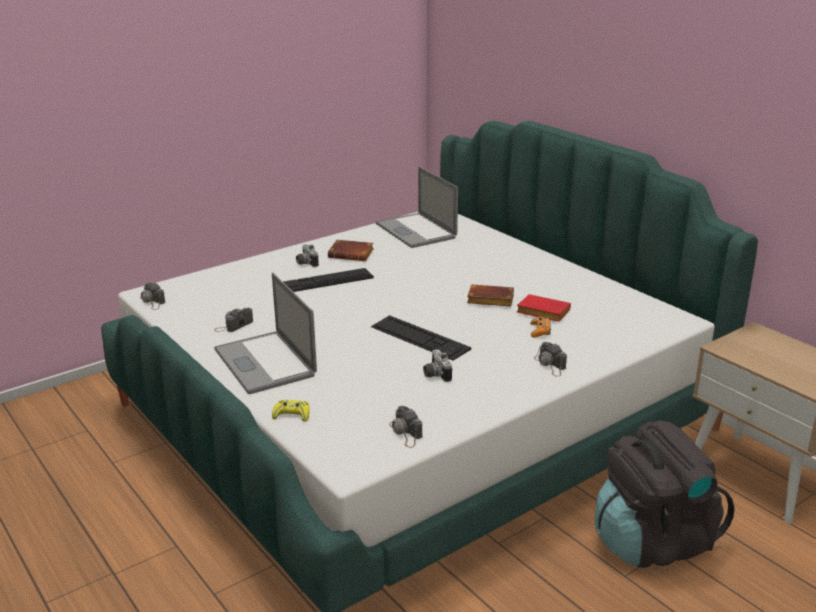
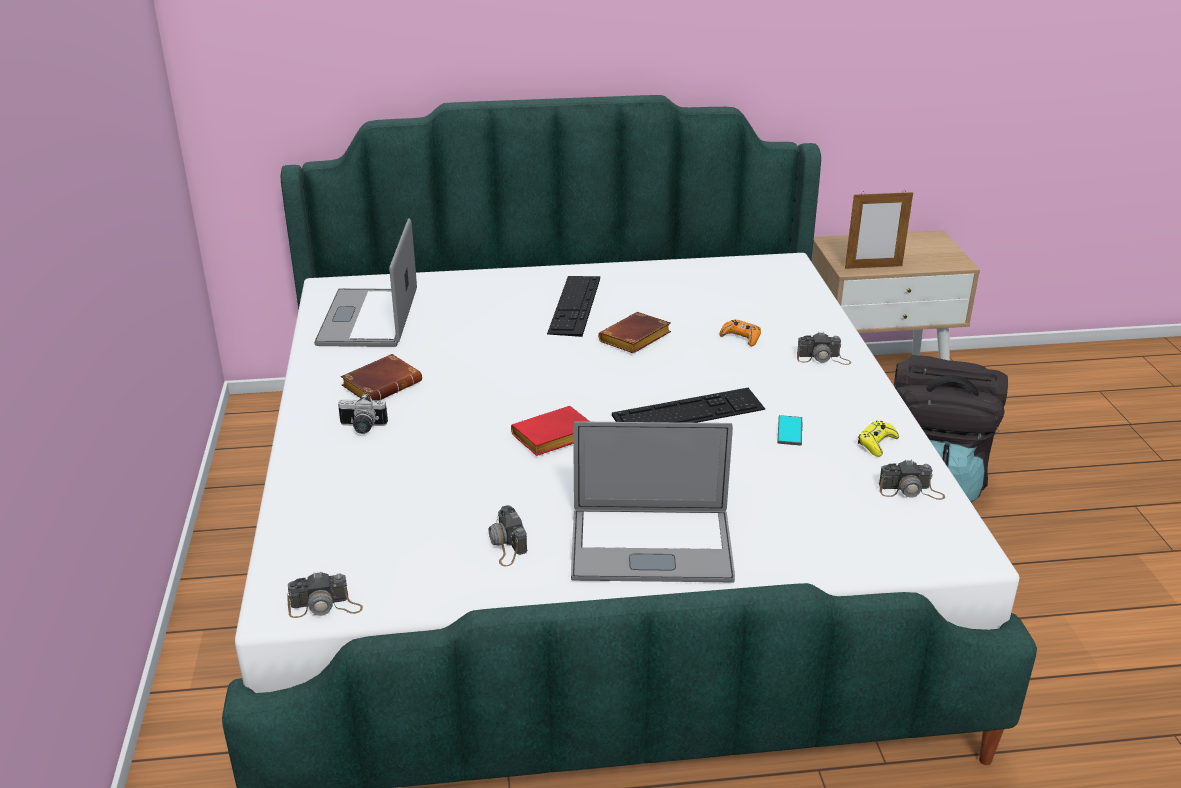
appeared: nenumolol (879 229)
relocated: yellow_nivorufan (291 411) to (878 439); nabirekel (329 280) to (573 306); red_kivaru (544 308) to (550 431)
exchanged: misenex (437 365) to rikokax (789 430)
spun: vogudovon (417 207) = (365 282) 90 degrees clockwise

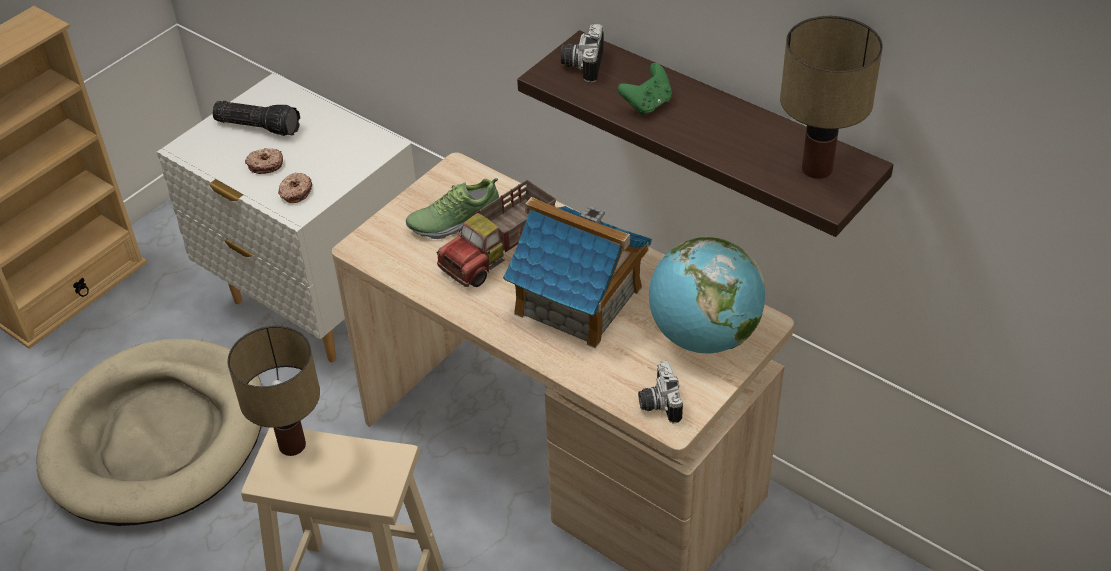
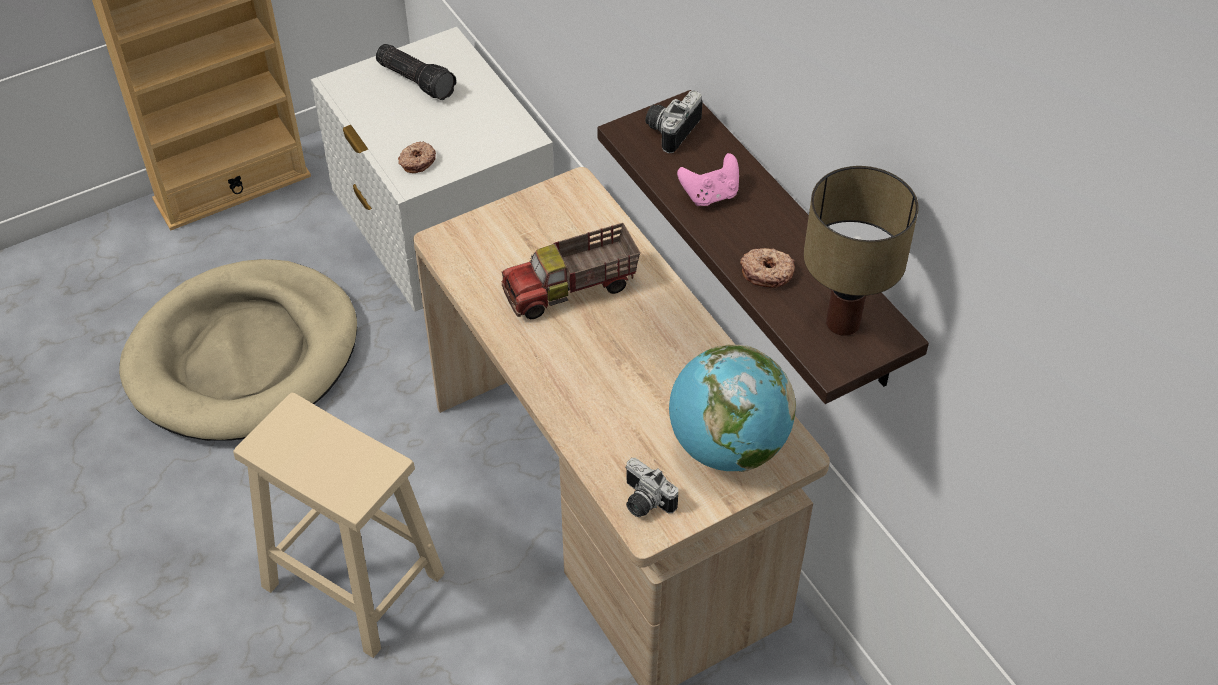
missing: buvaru (273 391); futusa (452 208); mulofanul (577 272)
relocated: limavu (264 161) to (767 268)
colour: green_nivorufan (644 89) to pink_nivorufan (708 179)
spun: misenex (660 392) = (651 487) 60 degrees counterclockwise

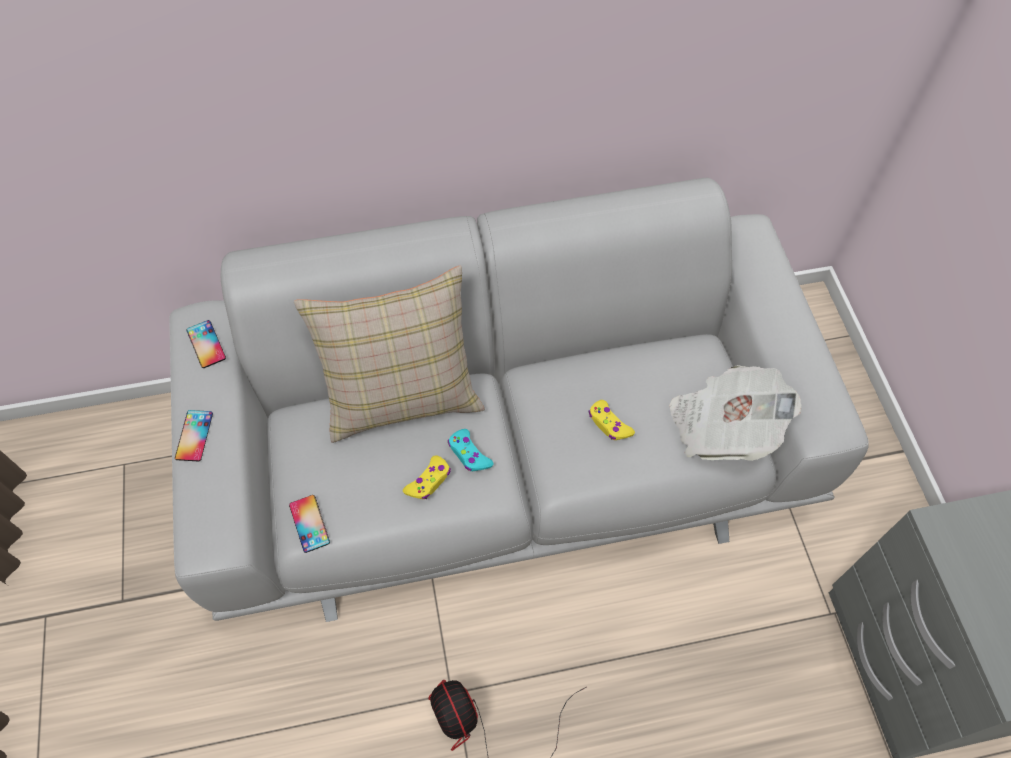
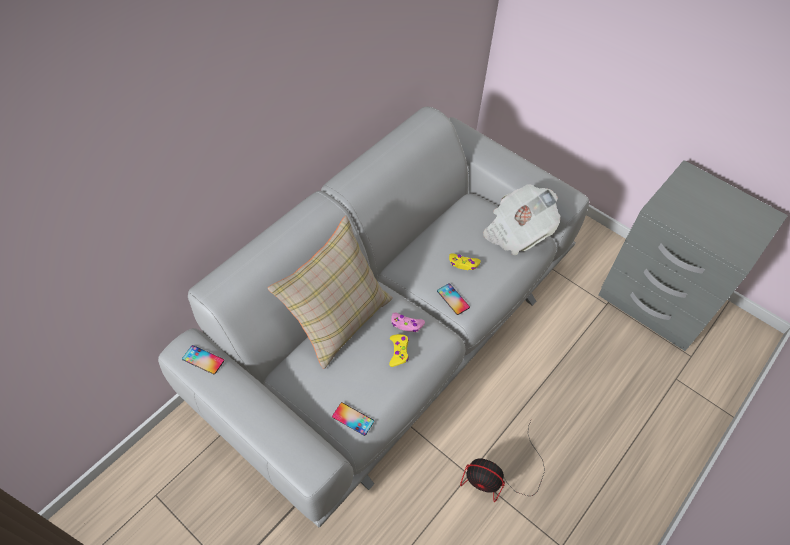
relocated: rikokax (194 435) to (453 299)
colour: turquoise_nivorufan (470 450) to pink_nivorufan (408 322)

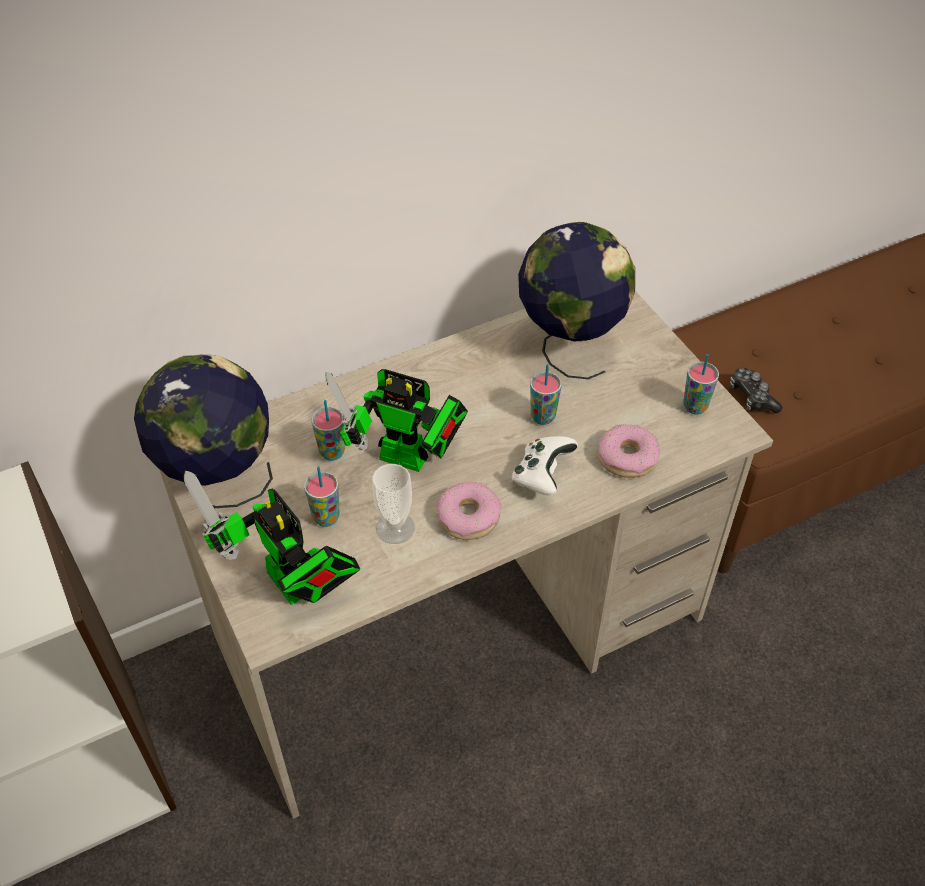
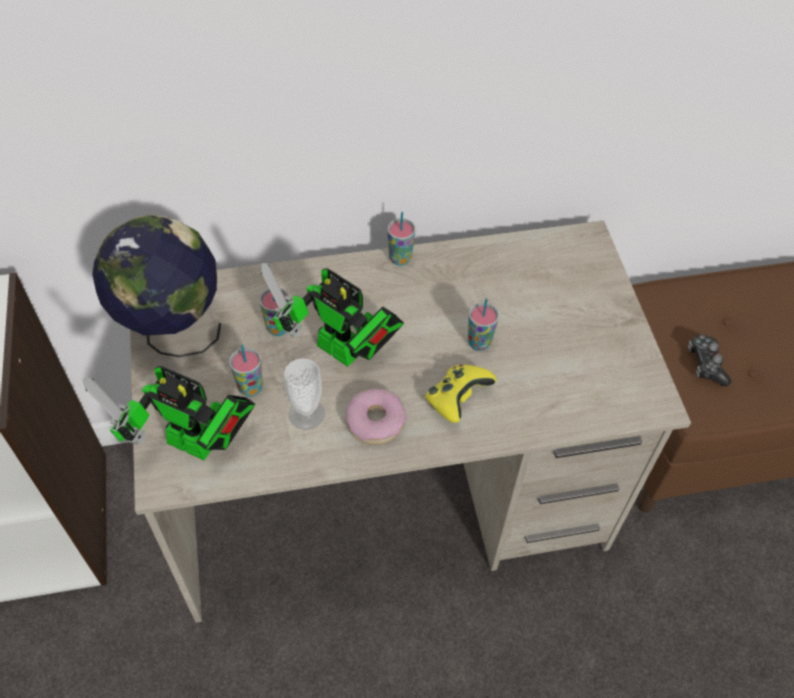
missing: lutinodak (576 300); limavu (628 451)
relocated: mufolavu (701 384) to (401 239)
colour: white_nivorufan (545 465) to yellow_nivorufan (461 393)
spun: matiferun (272 538) = (169 413) 45 degrees counterclockwise

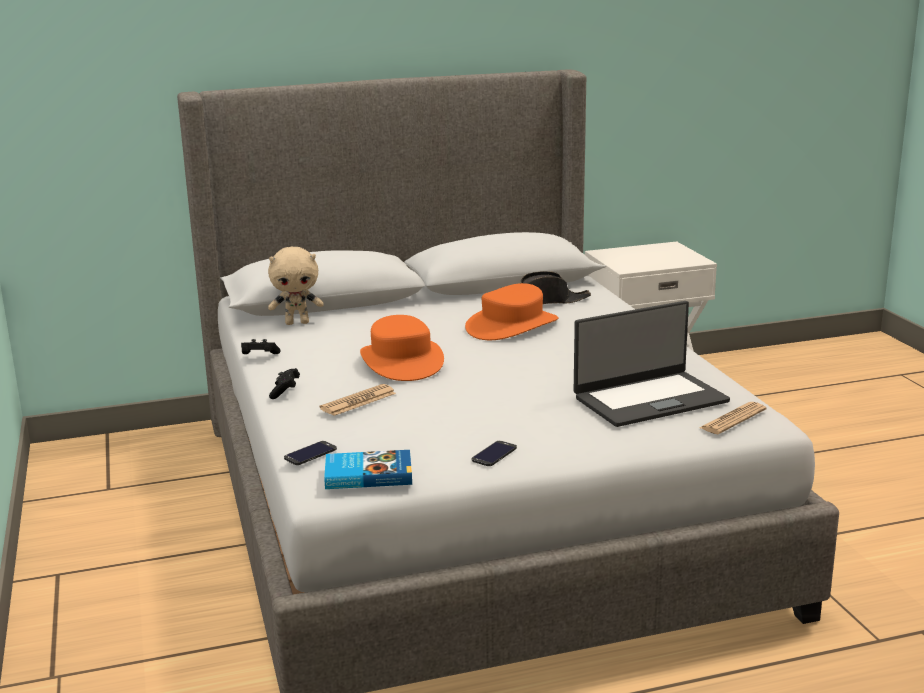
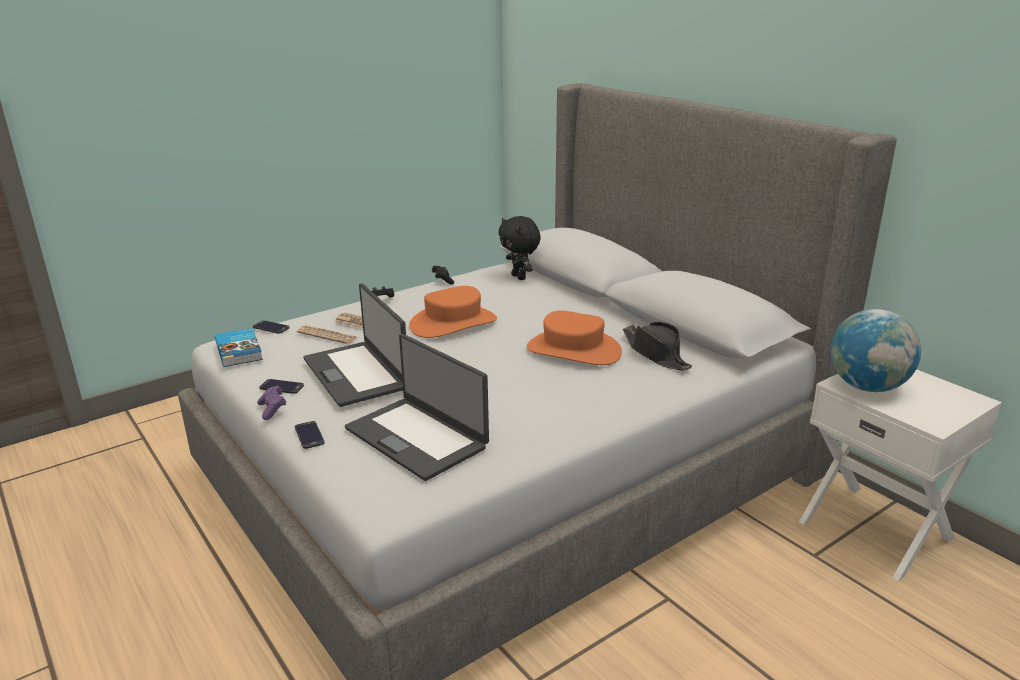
appeared: purple_nivorufan (271 402); rikokax (310 435); vogudovon (354 345); lutinodak (875 350)
relocated: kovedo (732 418) to (327 334)
colour: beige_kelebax (296 286) to black_kelebax (519 248)

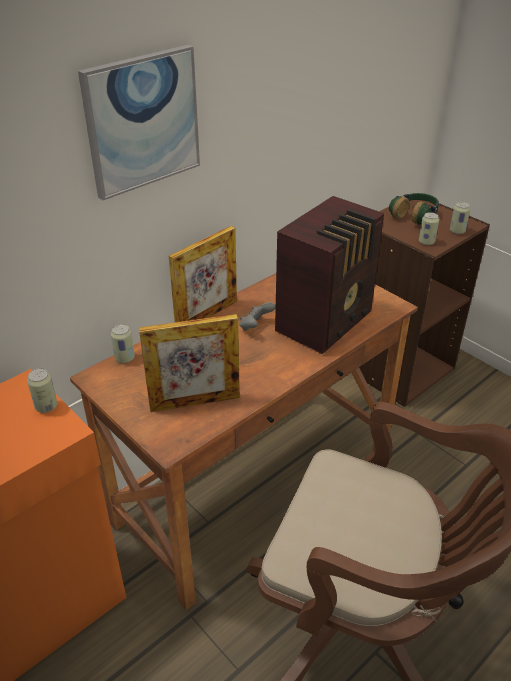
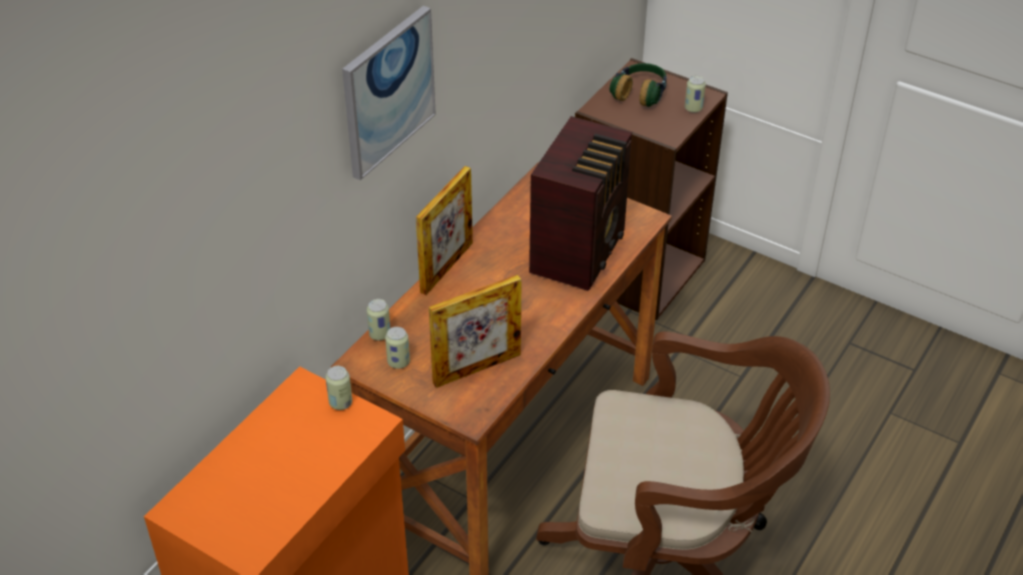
missing: grey_nivorufan (257 316)
relocated: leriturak (429 228) to (397 348)

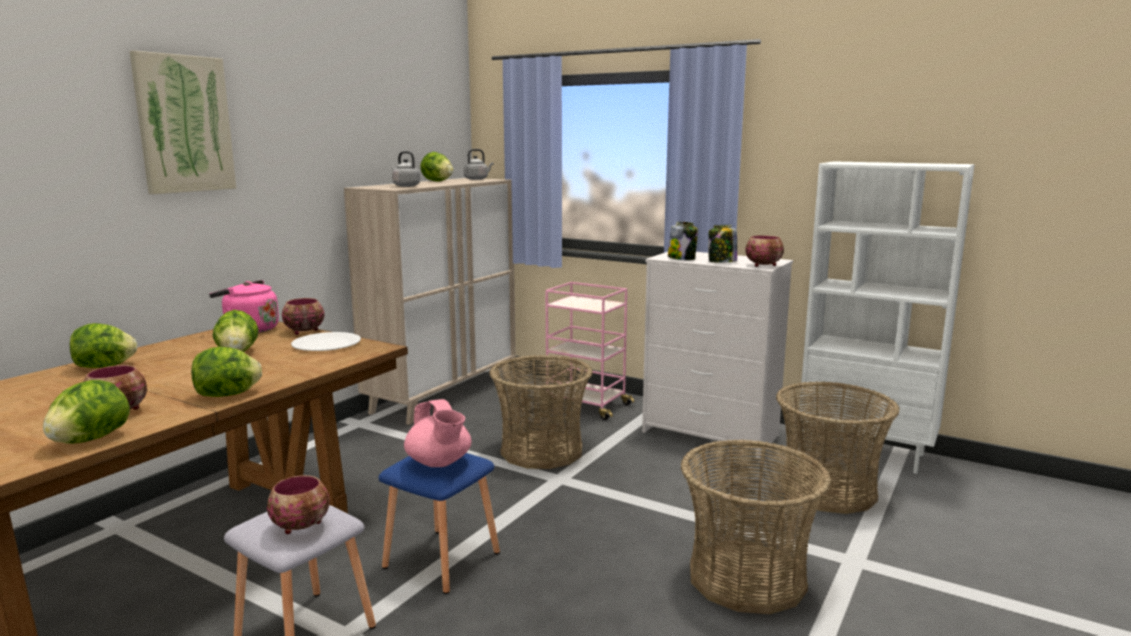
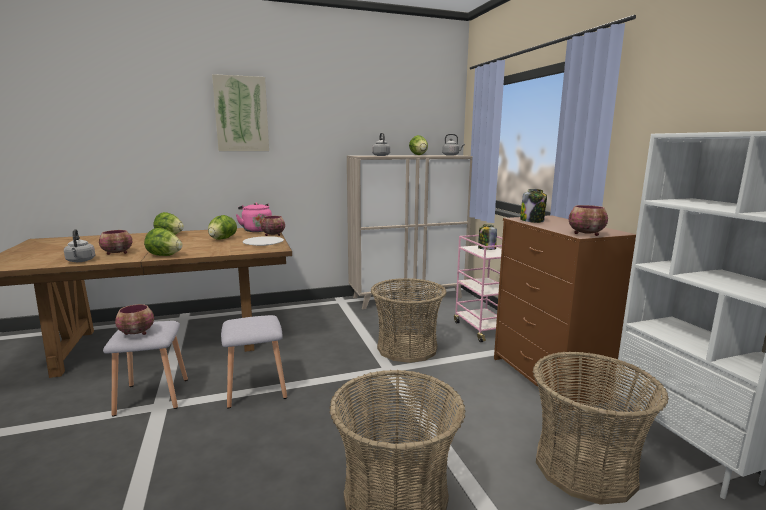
missing: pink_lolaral (437 433)
relocated: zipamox (722 244) to (487 237)
exchanged: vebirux (86 412) to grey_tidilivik (79 245)
colour: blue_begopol (439 523) to grey_begopol (254 362); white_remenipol (717 355) to brown_remenipol (565 313)

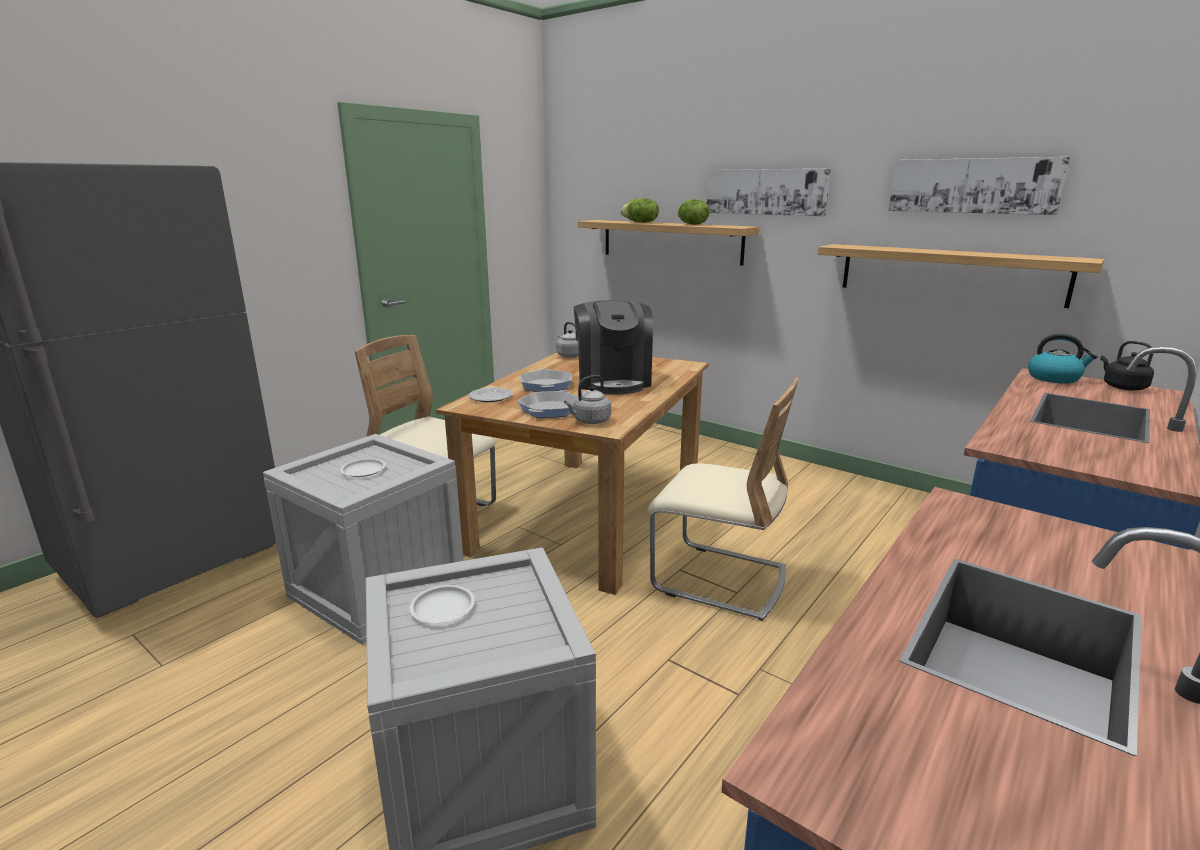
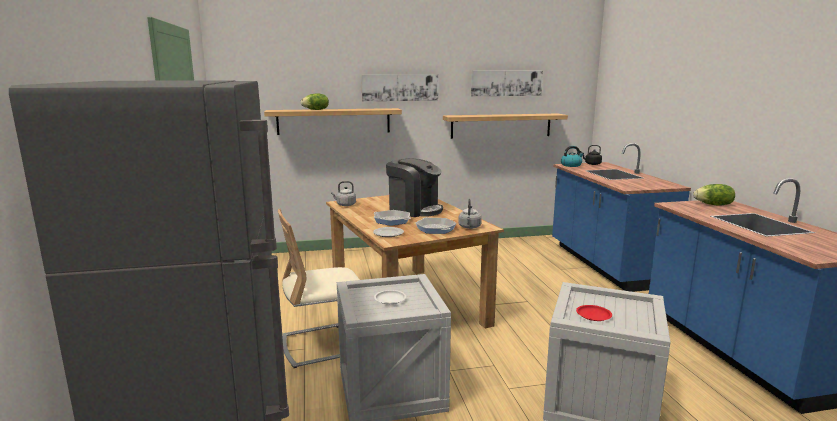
missing: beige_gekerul (723 499)
relocated: vebirux (693 212) to (714 195)
colour: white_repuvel (442 604) to red_repuvel (594 313)

